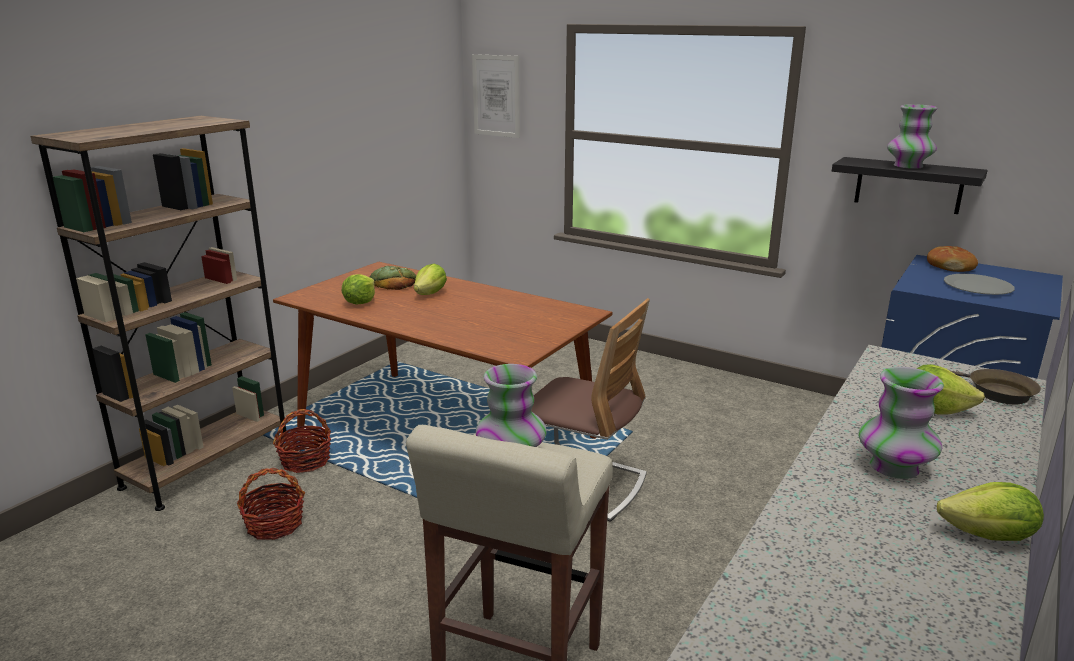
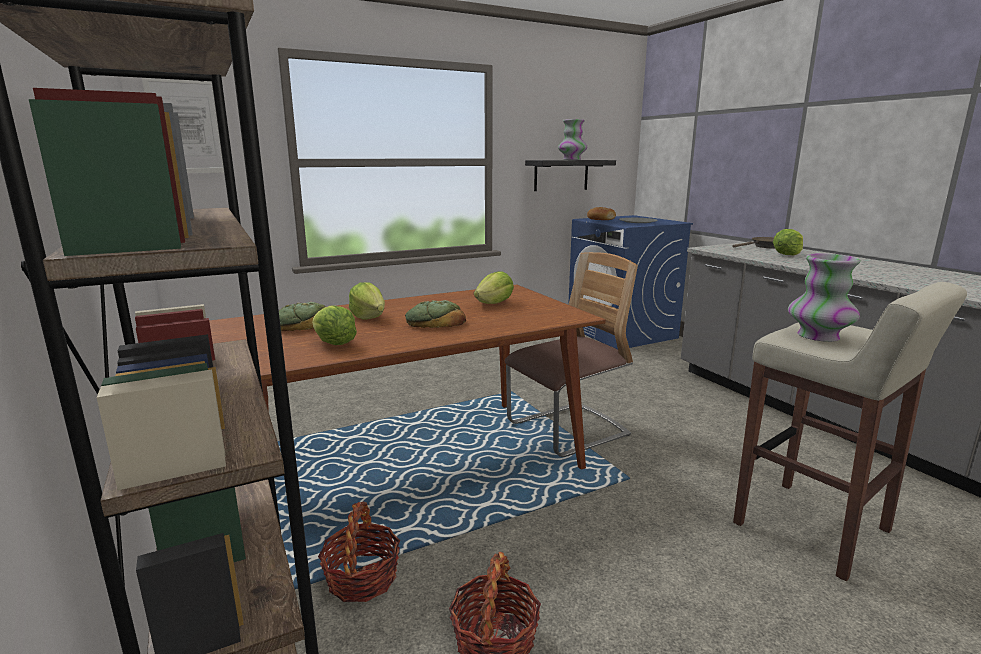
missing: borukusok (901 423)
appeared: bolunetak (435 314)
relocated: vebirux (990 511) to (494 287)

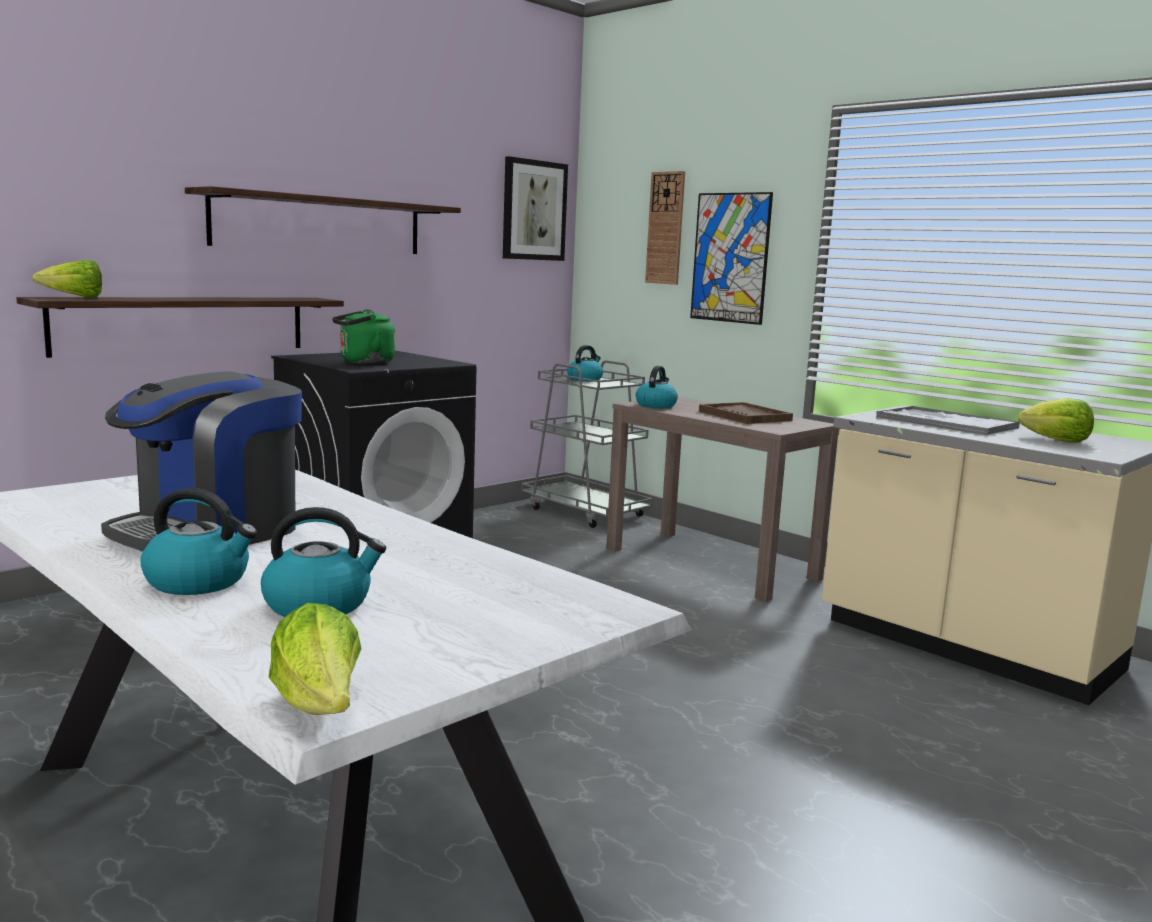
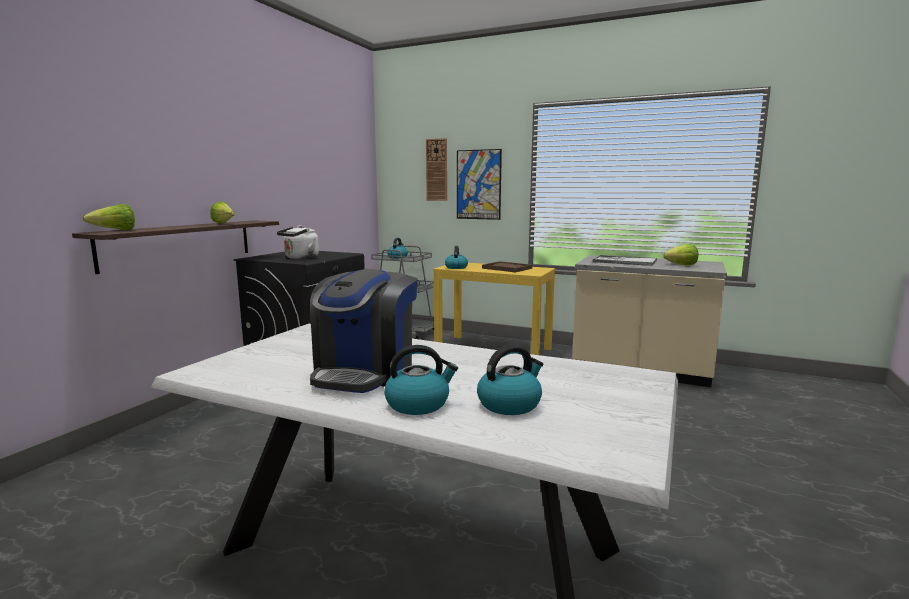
missing: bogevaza (323 220); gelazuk (535 208)
relocated: vebirux (315 659) to (222 212)
colour: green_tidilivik (363 336) to white_tidilivik (298 242); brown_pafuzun (723 499) to yellow_pafuzun (494 309)

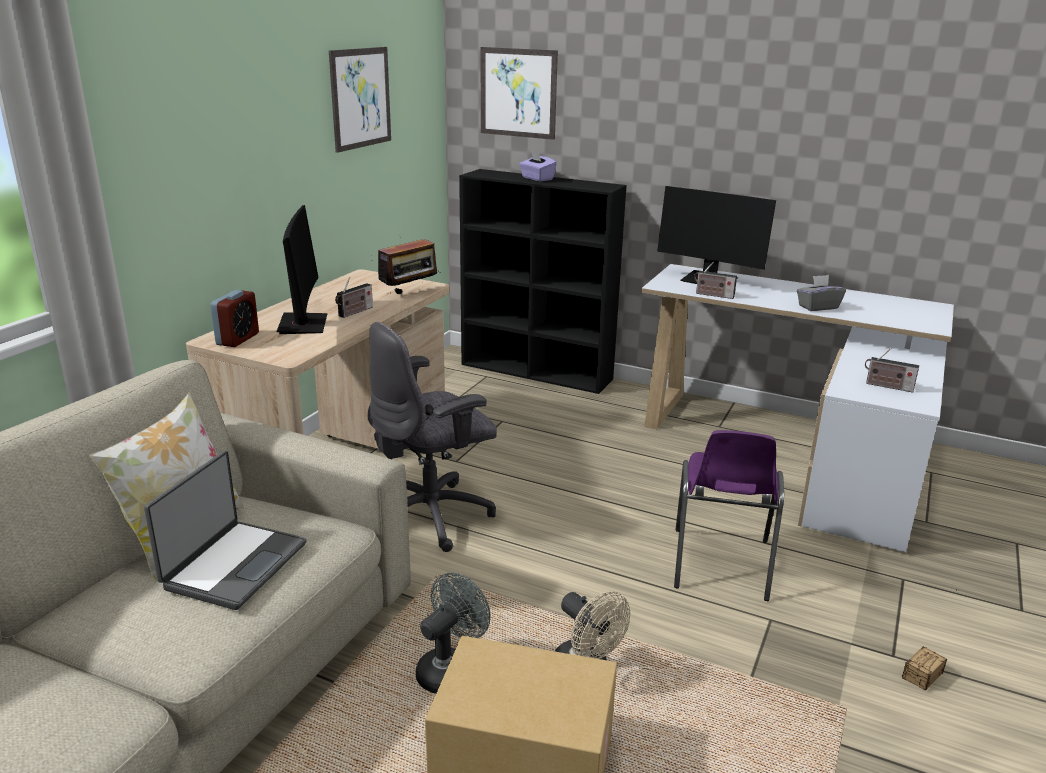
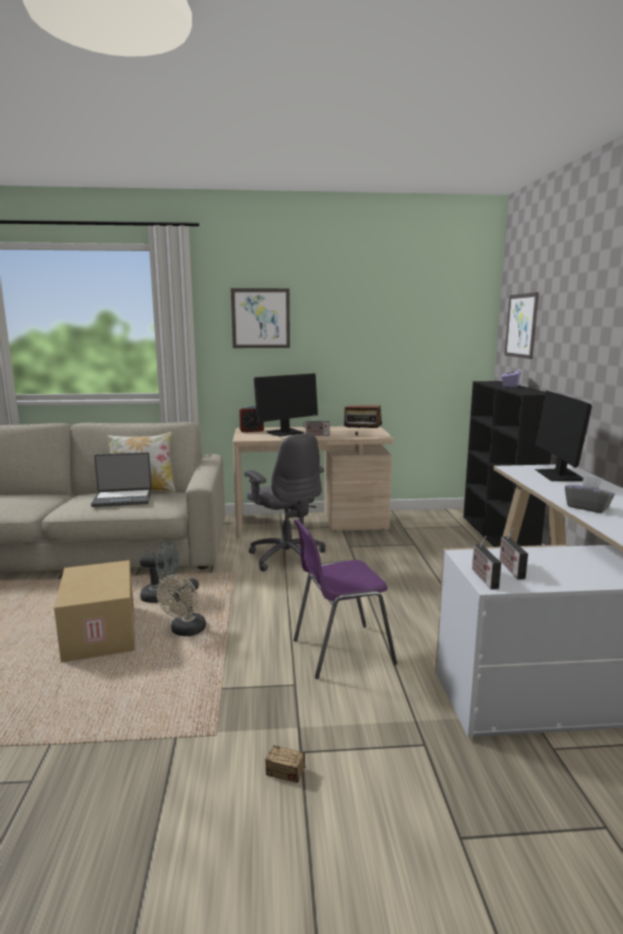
relocated: gelazuk (360 100) to (260 318); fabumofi (715 280) to (486 563)
spun: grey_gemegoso (432 437) = (285 502) 150 degrees counterclockwise

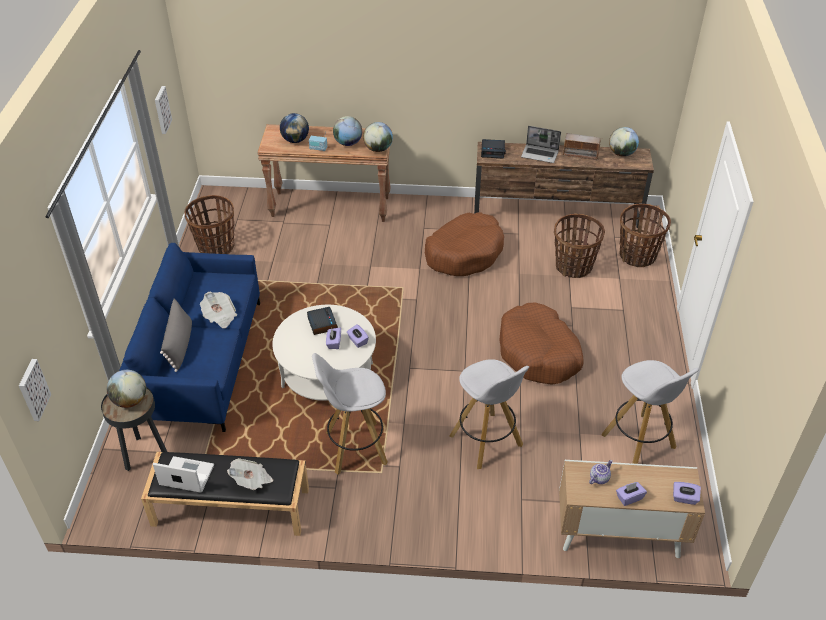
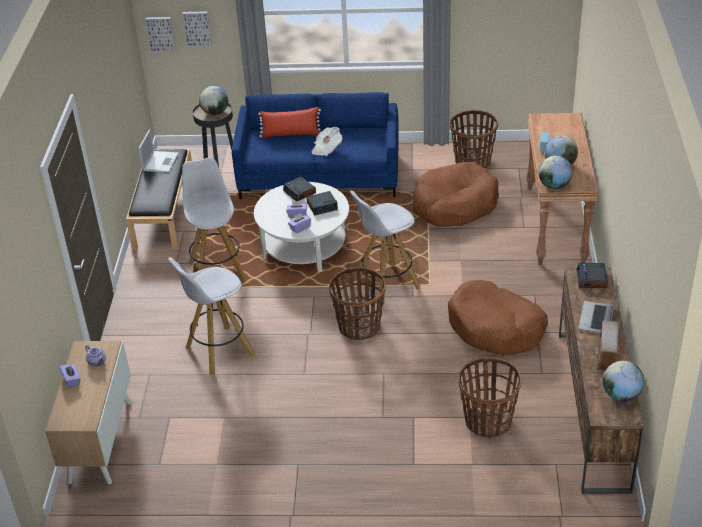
missing: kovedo (250 474); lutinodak (294 128); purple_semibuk (687 493)
appeared: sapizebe (299 188)
relocated: gelazuk (163 110) to (197 29); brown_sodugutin (542 344) to (456 194); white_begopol (650 412) to (385 247); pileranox (645 235) to (357 303)
colour: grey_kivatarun (176 335) to red_kivatarun (289 122)

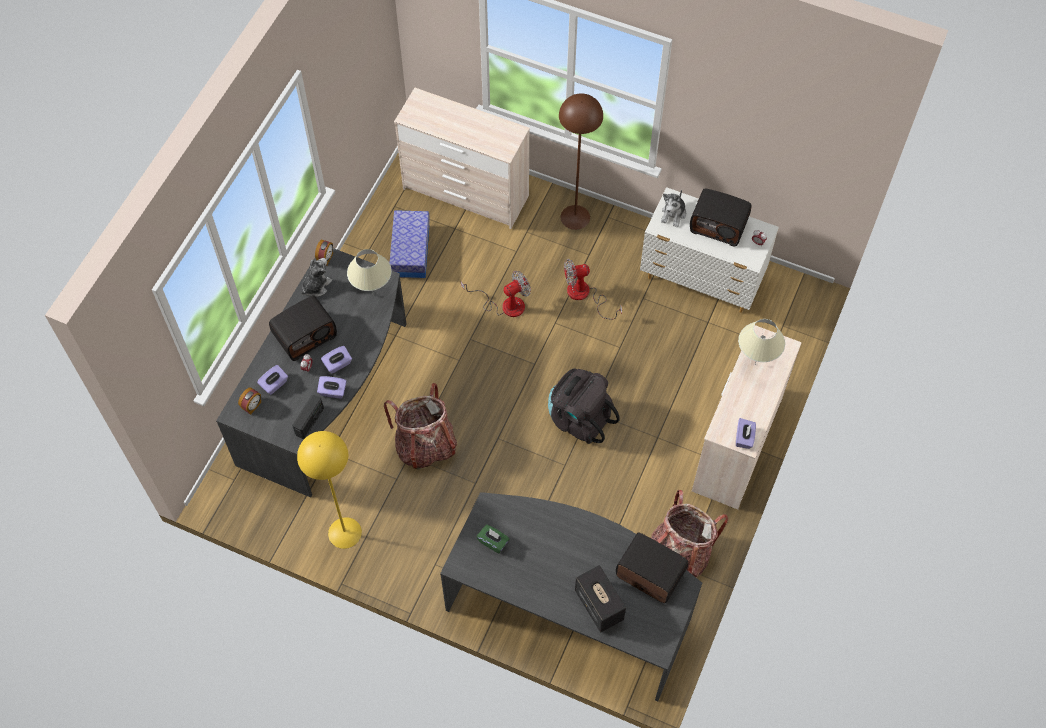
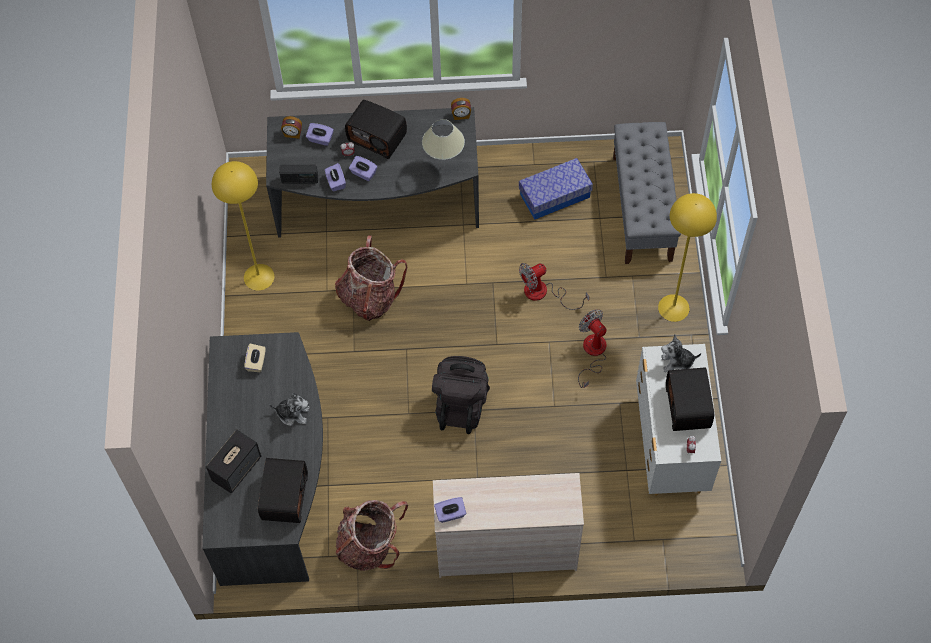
missing: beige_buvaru (761 341)
relocated: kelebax (316 277) to (289 409)
exchanged: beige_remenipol (462 158) to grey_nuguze (647 193)
colour: green_semibuk (493 539) to beige_semibuk (255 358); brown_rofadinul (581 161) to yellow_rofadinul (687 257)
spun: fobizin (496 294) = (554 286) 120 degrees clockwise

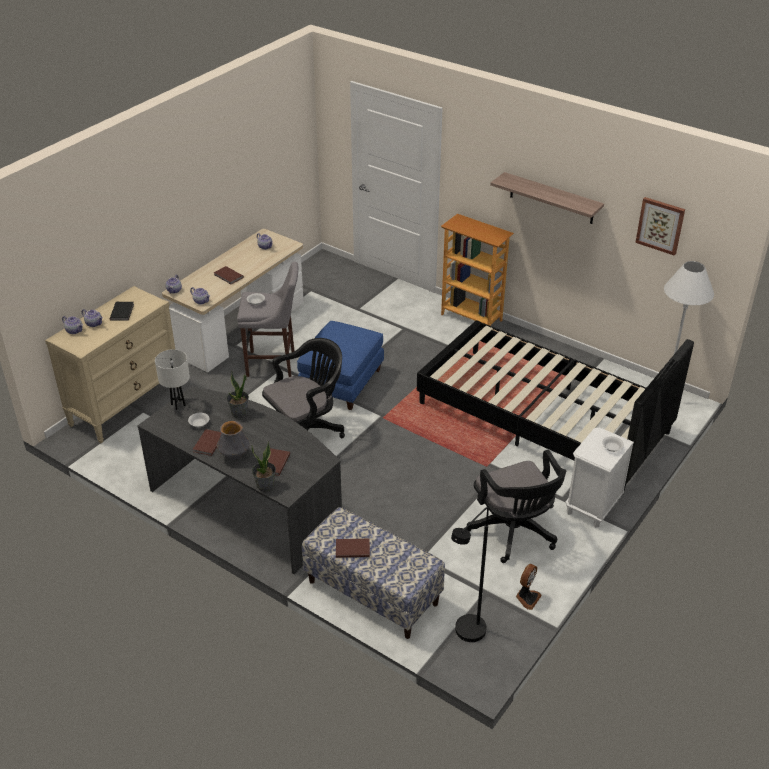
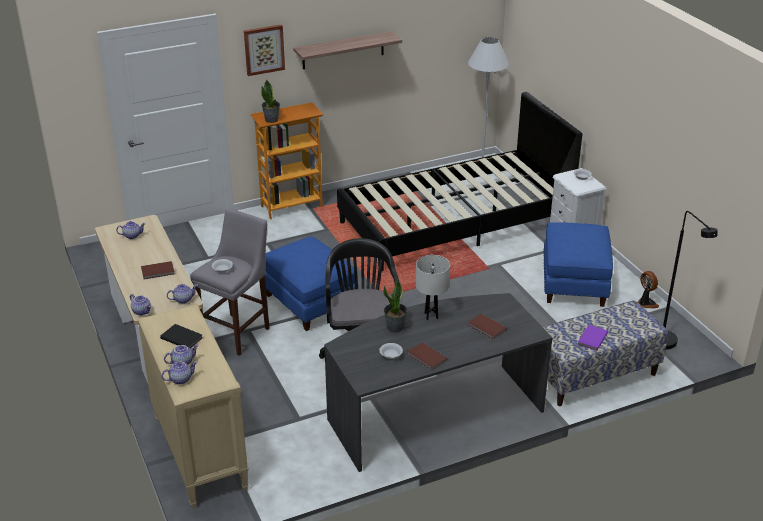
missing: borukusok (233 440)
relocated: white_buvaru (172 379) to (433 287); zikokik (263 466) to (270 101); gelazuk (660 226) to (264 50)
exchanged: black_gemegoso (516 506) to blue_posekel (578 264)
colour: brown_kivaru (353 548) to purple_kivaru (593 338)

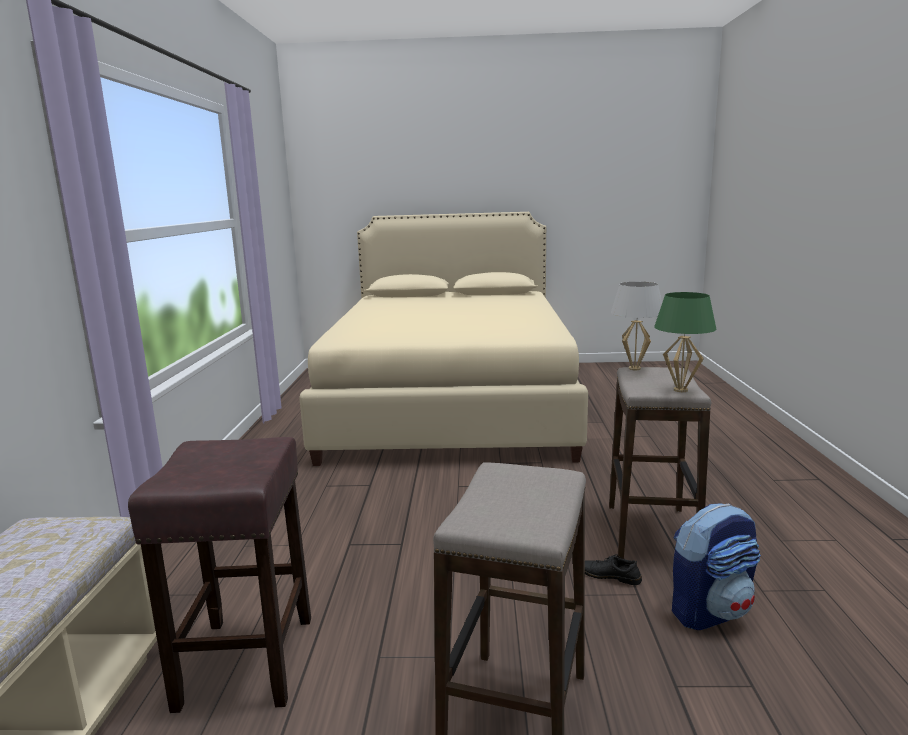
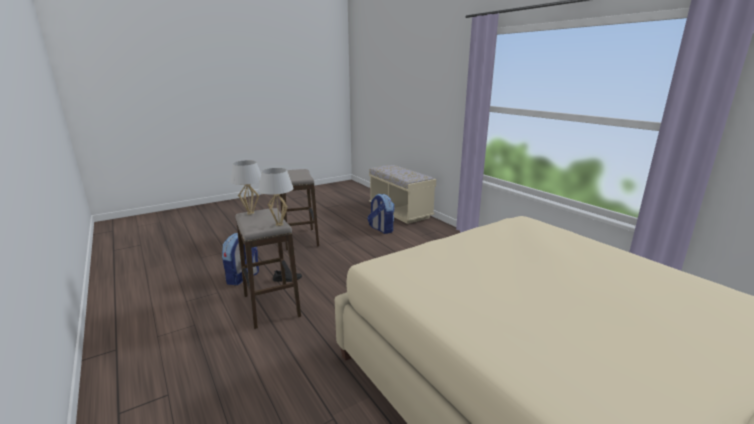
exchanged: brown_begopol (219 575) to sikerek (381 214)
colour: green_buvaru (685 342) to white_buvaru (245 187)

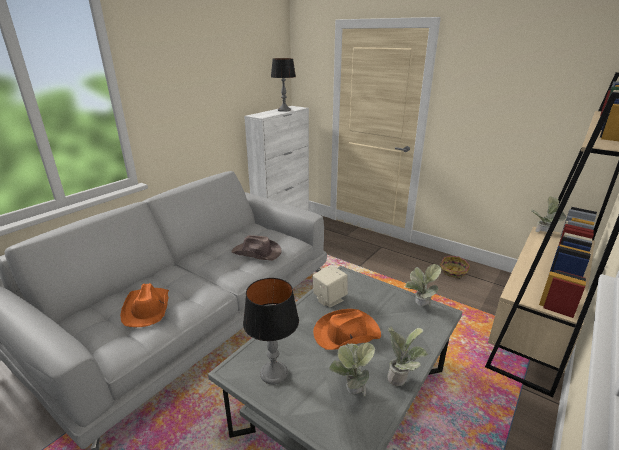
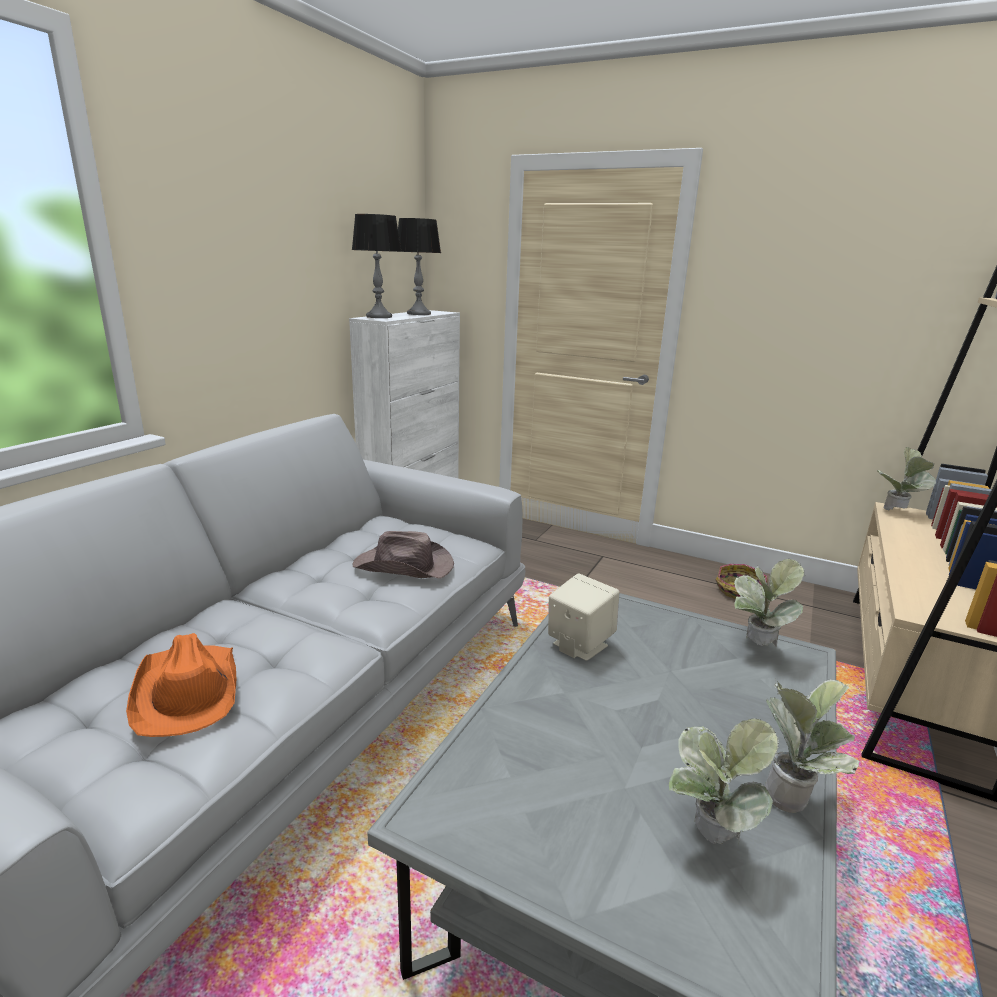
missing: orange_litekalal (347 329)
relocated: buvaru (271 331) to (377 266)

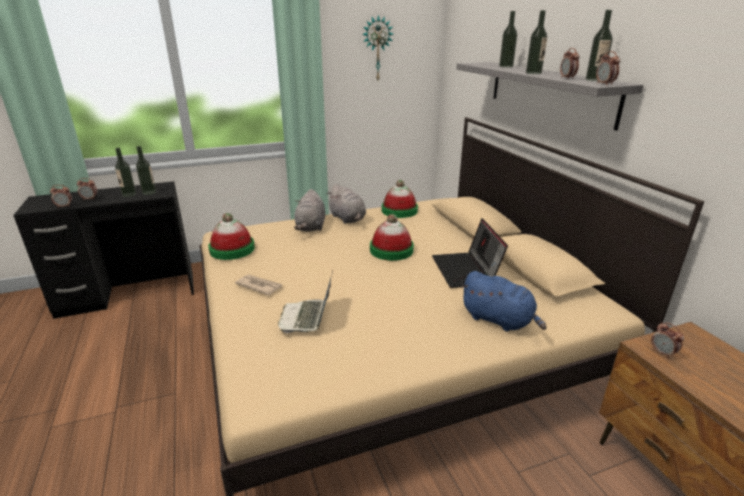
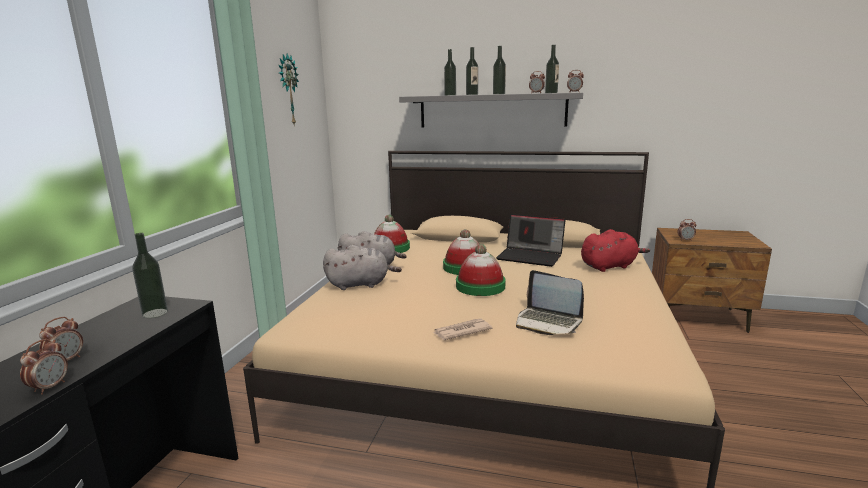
relocated: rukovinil (125 172) to (472 71); litekalal (231 236) to (481 270)
colour: blue_kelebax (504 301) to red_kelebax (615 250)
spun: grey_kelebax (309 210) = (362 267) 45 degrees counterclockwise

